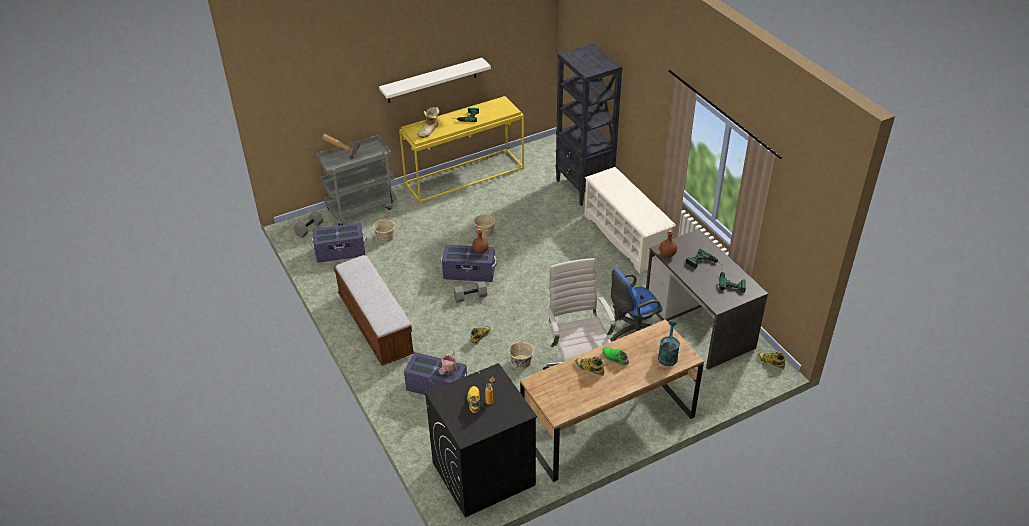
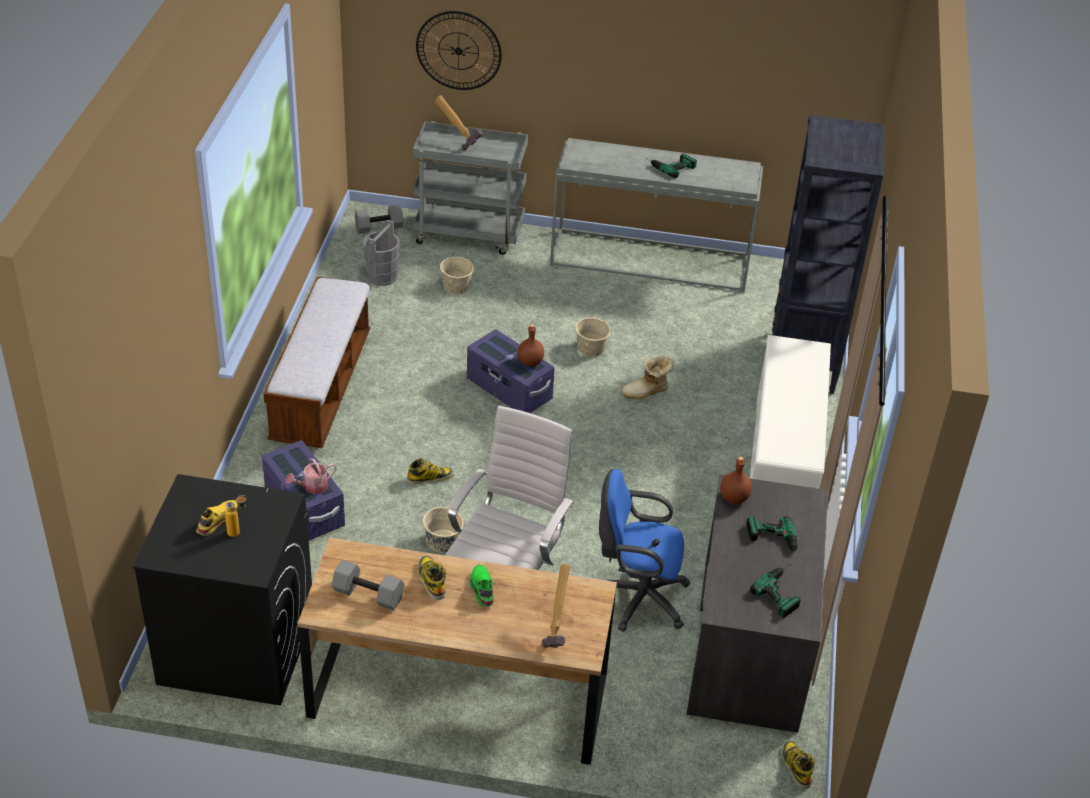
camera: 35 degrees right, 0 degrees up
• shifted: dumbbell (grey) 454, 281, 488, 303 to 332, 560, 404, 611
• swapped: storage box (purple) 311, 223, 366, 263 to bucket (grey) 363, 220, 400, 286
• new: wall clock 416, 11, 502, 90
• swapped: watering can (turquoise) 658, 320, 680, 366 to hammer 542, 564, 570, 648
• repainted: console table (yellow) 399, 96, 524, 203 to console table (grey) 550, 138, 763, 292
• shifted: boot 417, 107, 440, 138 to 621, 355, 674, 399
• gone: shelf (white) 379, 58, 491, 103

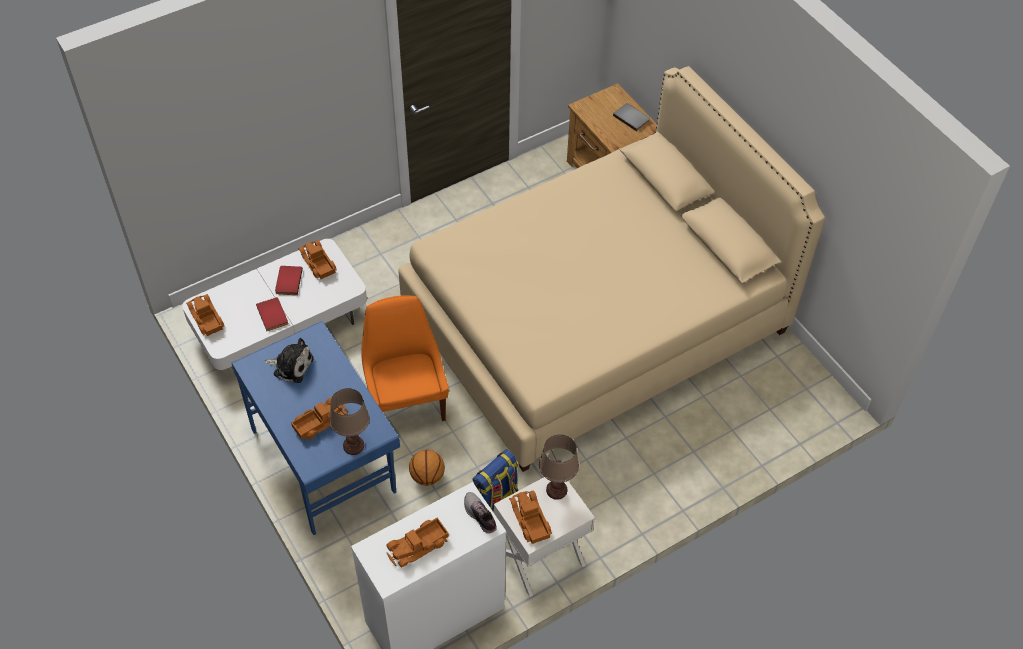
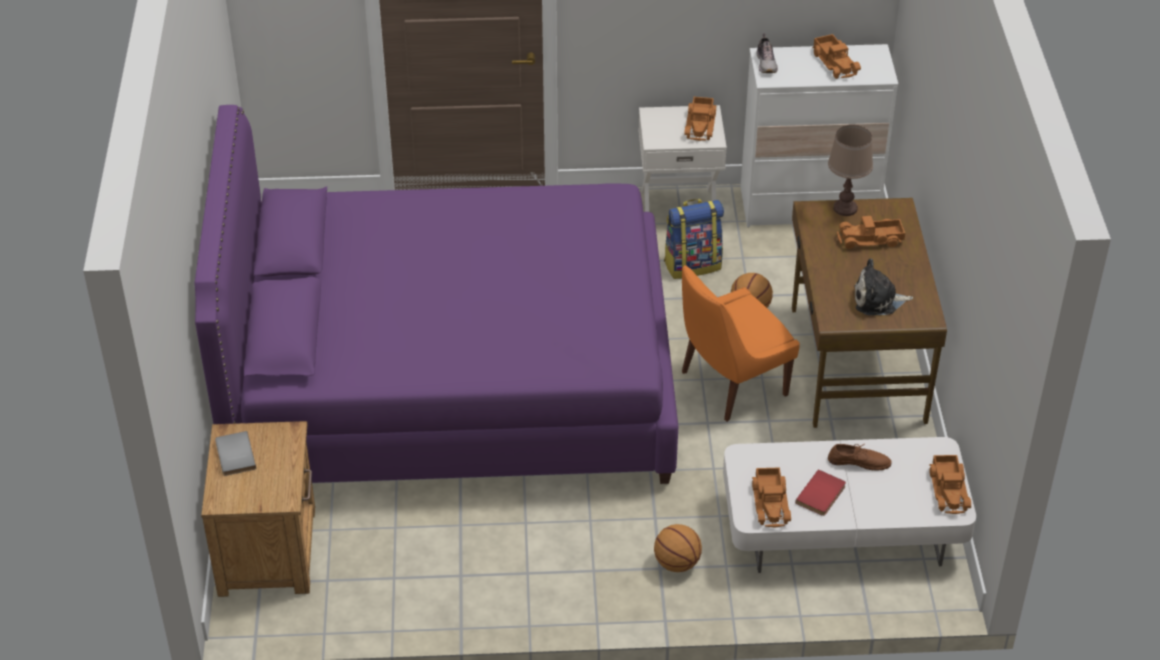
camera: 150 degrees left, 10 degrees down
• repainted: bed (beige) 398, 66, 825, 472 to bed (purple) 195, 105, 678, 484
• new: basketball 654, 524, 702, 572
• rotated: chair (orange) 362, 296, 449, 421 = 682, 265, 800, 422 45 degrees clockwise
• repainted: desk (blue) 232, 321, 400, 535 to desk (brown) 792, 198, 947, 428
• rotated: toy truck 386, 518, 449, 568 = 812, 34, 861, 79 75 degrees clockwise
• swapped: book (red) 256, 297, 288, 331 to shoe (brown) 828, 444, 892, 471
• rotated: plush toy 264, 338, 314, 383 = 854, 258, 913, 315 45 degrees counterclockwise
• gone: table lamp (brown) 539, 434, 579, 500

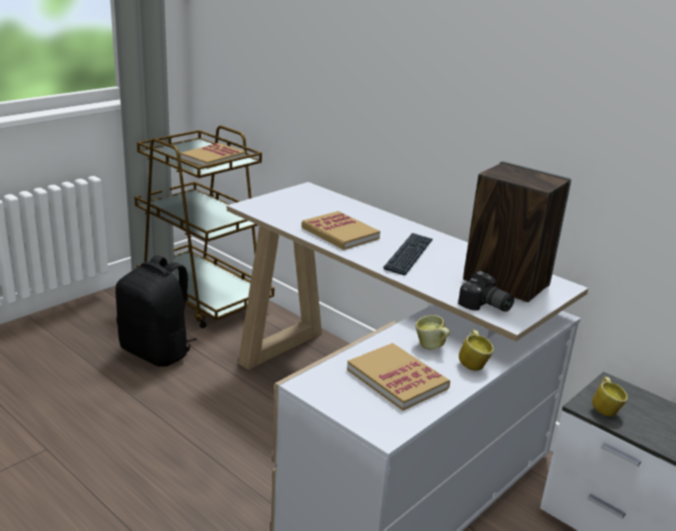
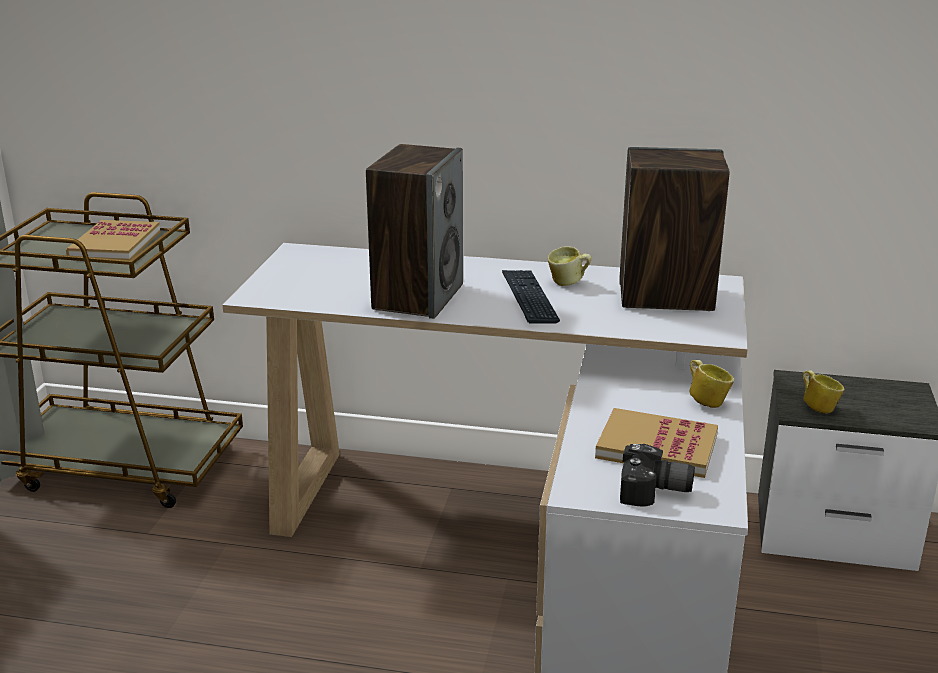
camera: 30 degrees left, 0 degrees up
• swapped: book 301, 211, 380, 250 to speaker 366, 144, 463, 319
• shifted: mug 416, 315, 450, 350 to 548, 246, 592, 286
• shifted: photo camera 458, 271, 514, 312 to 620, 444, 695, 507
• gone: backpack (black) 115, 255, 197, 367

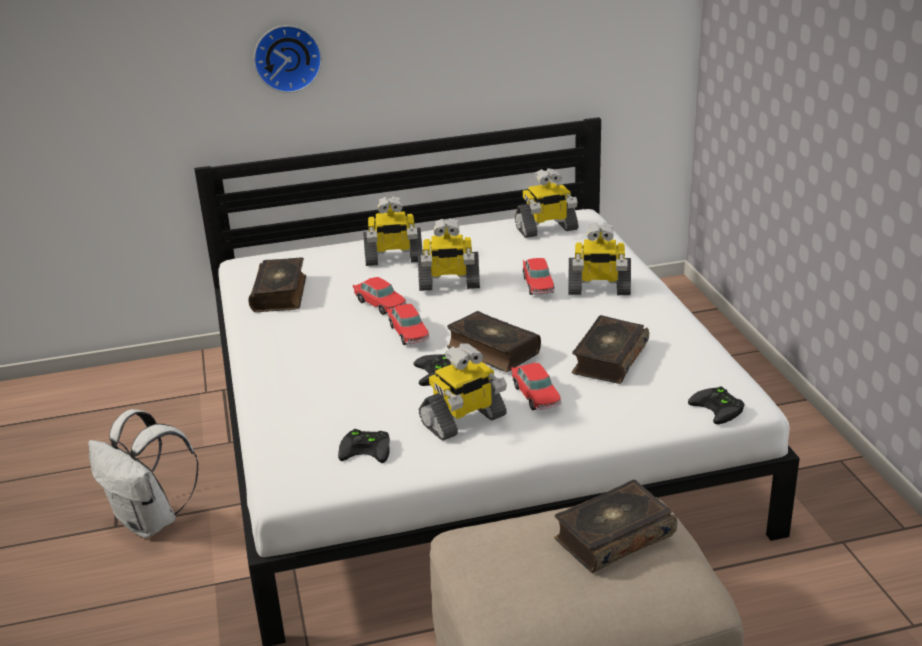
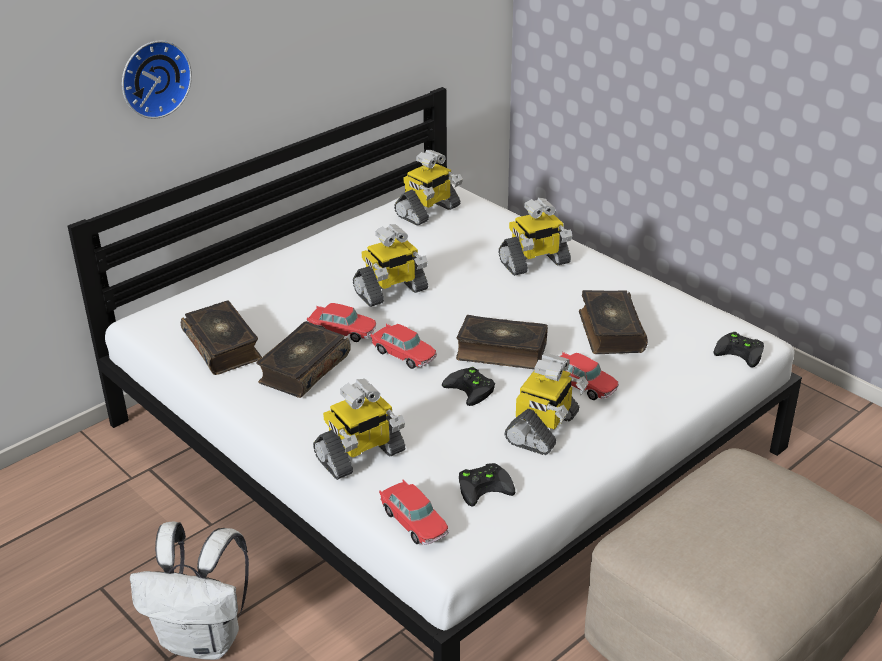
camera: 30 degrees left, 5 degrees up
• shifted: book 554, 480, 677, 573 to 256, 321, 351, 398
• shifted: toy robot 363, 196, 423, 266 to 313, 379, 406, 480
• shifted: toy car 523, 258, 554, 295 to 379, 480, 449, 545

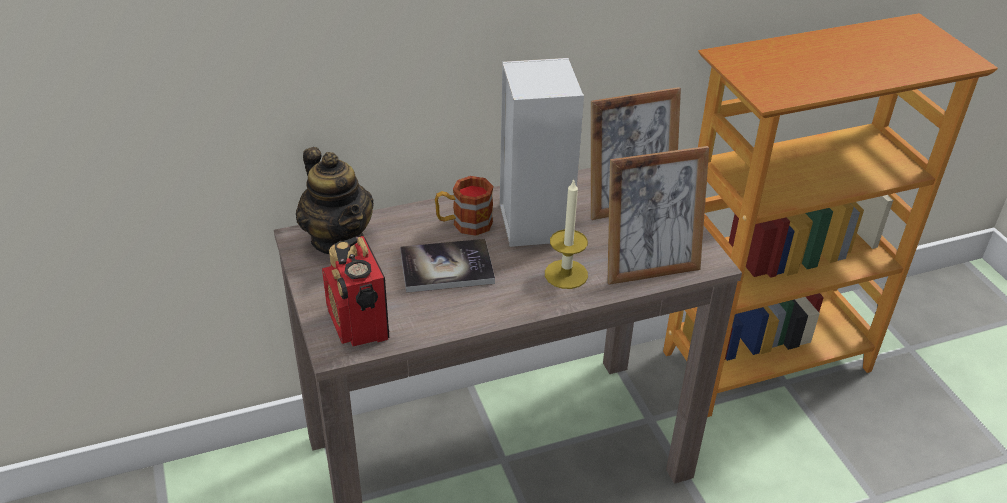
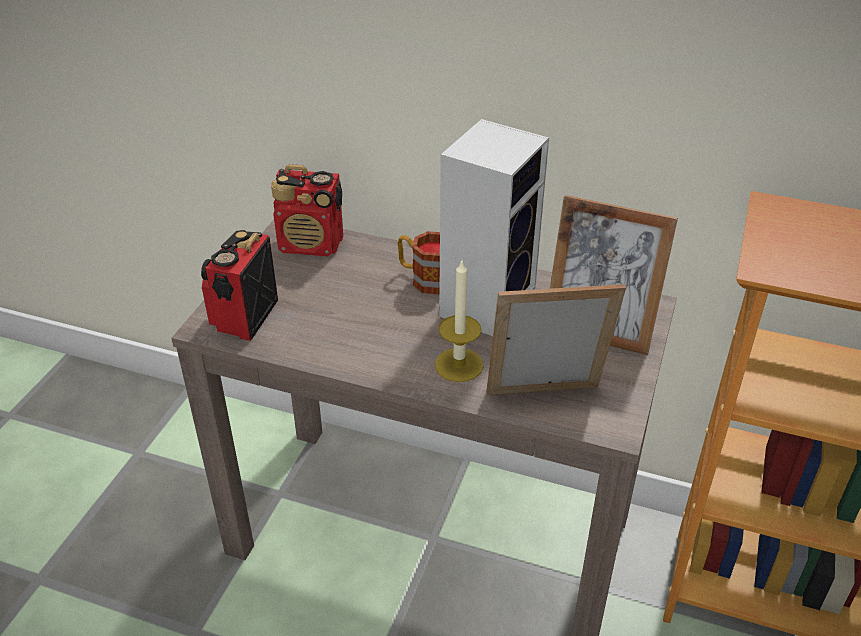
camera: 40 degrees right, 0 degrees up
• swapped: teapot 296, 147, 374, 254 to radio 271, 164, 343, 256
• rotated: picture frame 607, 146, 709, 285 = 486, 284, 626, 395 150 degrees clockwise
• gone: book 400, 239, 495, 293

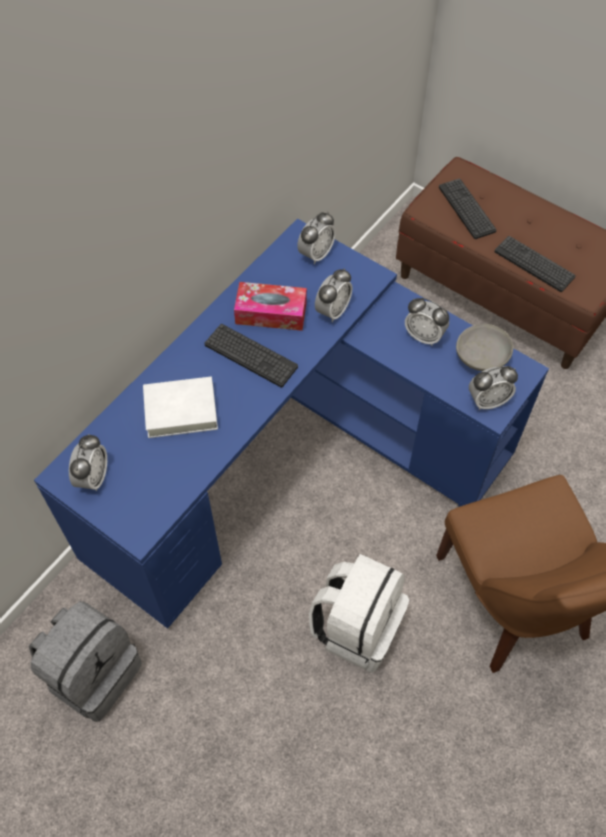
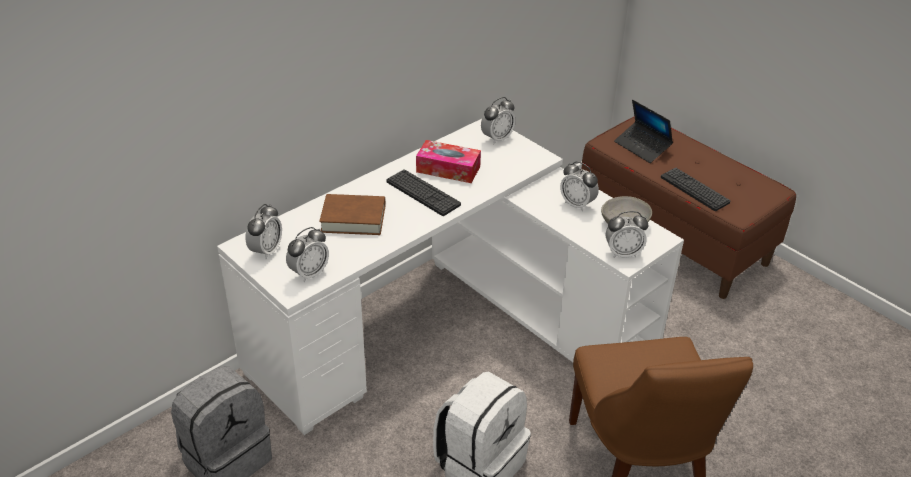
camera: 10 degrees right, 20 degrees down
• repainted: desk (blue) 34, 218, 549, 629 to desk (white) 217, 119, 684, 435
• shifted: alarm clock 315, 268, 352, 322 to 286, 227, 329, 282
• repainted: book (white) 143, 377, 218, 438 to book (brown) 319, 194, 385, 235
• swapped: keyboard 439, 178, 497, 239 to laptop 614, 100, 673, 163

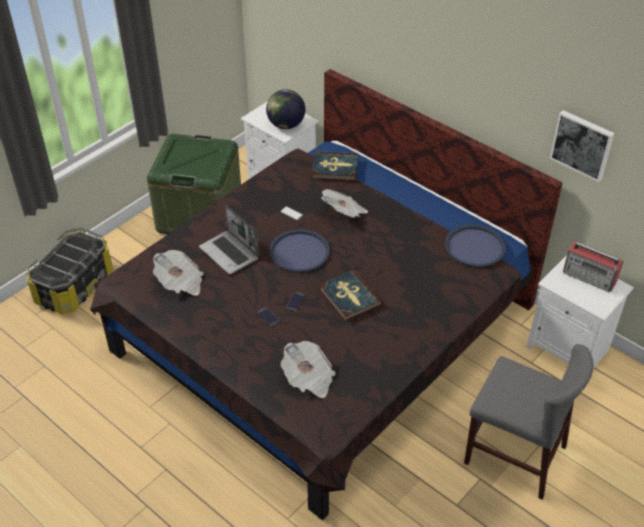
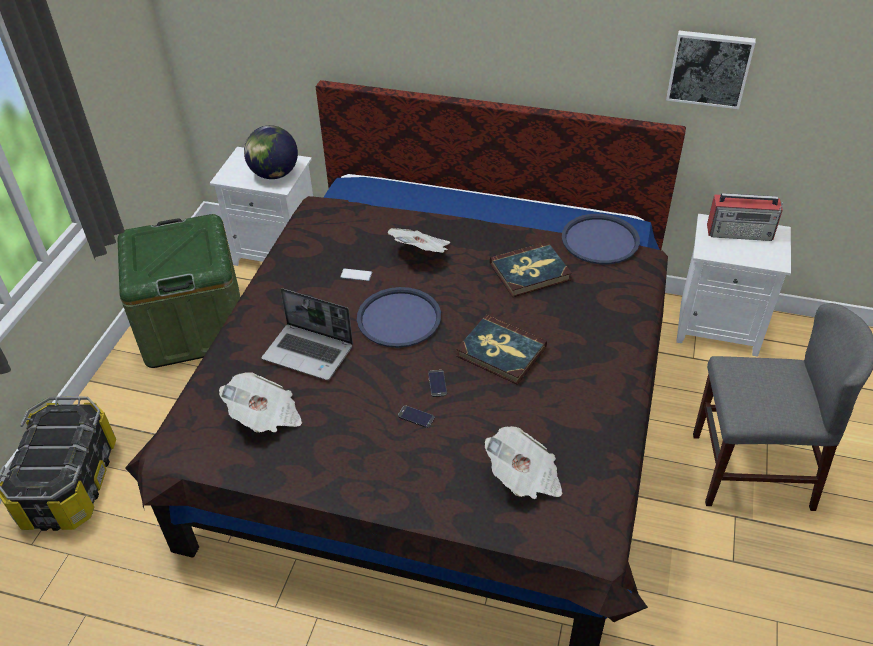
camera: 25 degrees left, 0 degrees up
• shifted: book 312, 151, 358, 181 to 490, 242, 572, 297

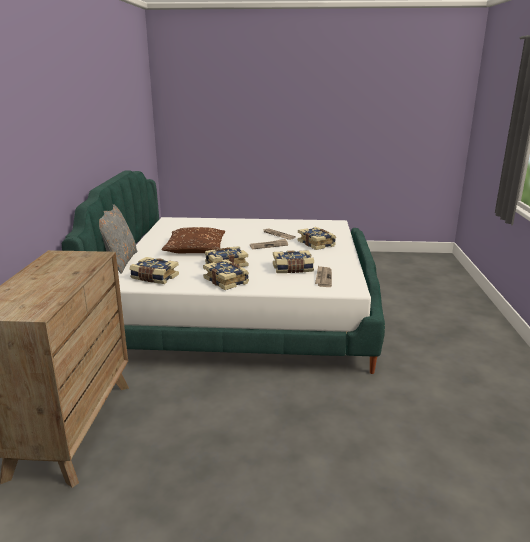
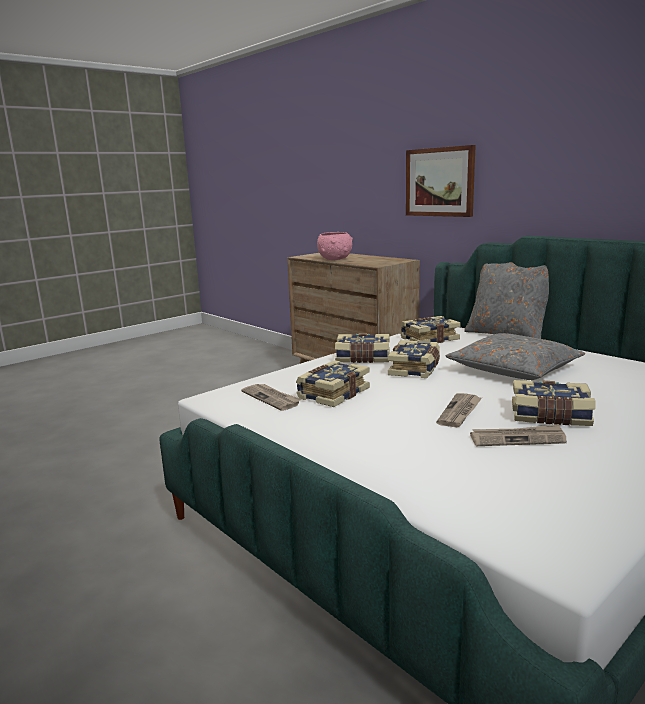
camera: 135 degrees right, 5 degrees down
• new: bowl (pink) 317, 232, 353, 260
• new: picture 406, 145, 476, 217
• repainted: pillow (brown) 161, 227, 225, 253 to pillow (grey) 446, 333, 585, 380
• shifted: book 298, 227, 336, 250 to 512, 380, 595, 426

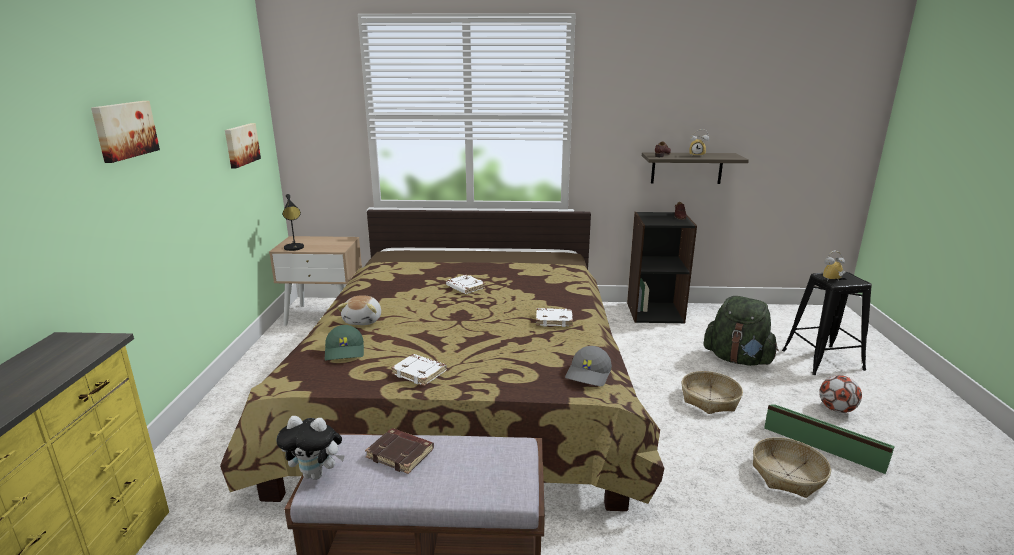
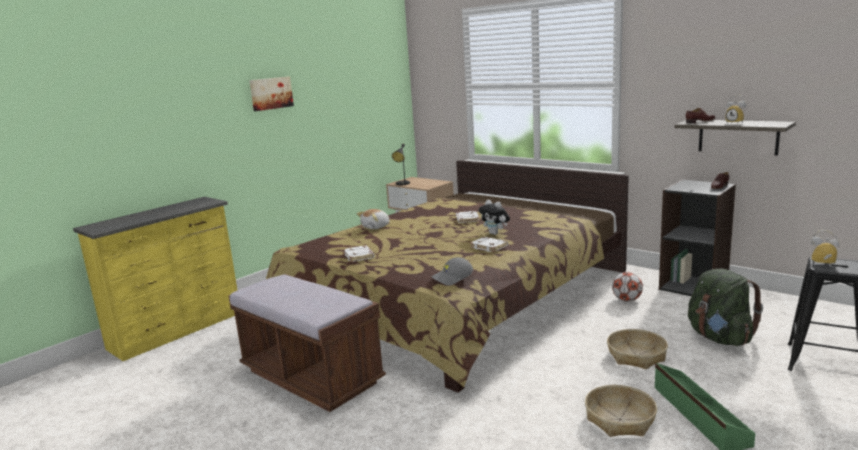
camera: 40 degrees right, 5 degrees down
• shifted: plush toy 276, 416, 345, 480 to 479, 200, 510, 235
• shifted: football 819, 375, 862, 413 to 612, 272, 643, 302
• gone: picture 225, 123, 261, 168
• gone: cap (green) 325, 325, 364, 361
• gone: book (brown) 365, 428, 434, 474

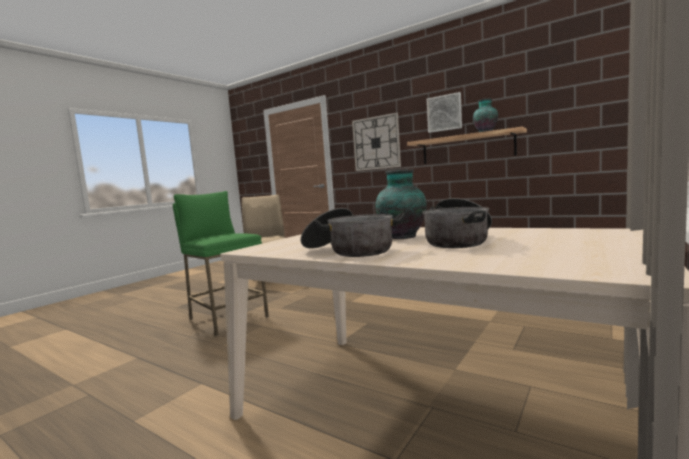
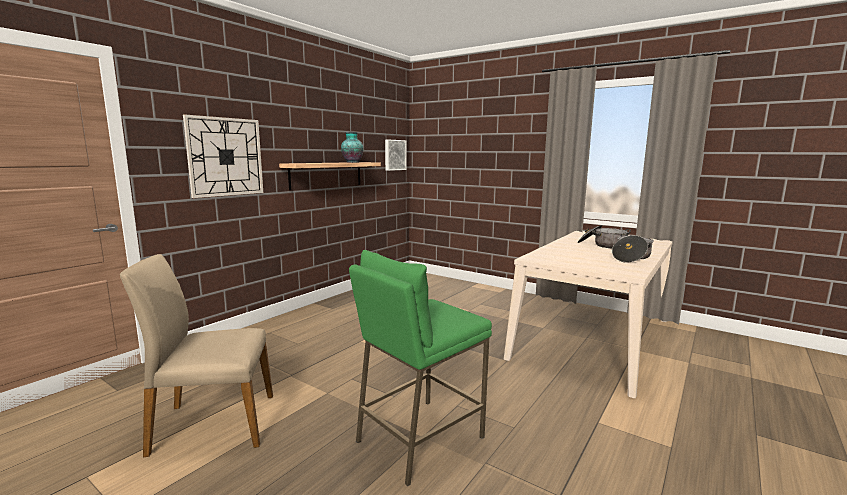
camera: 90 degrees left, 5 degrees up
• shifted: picture 427, 92, 462, 133 to 385, 139, 407, 171
• gone: vase 376, 169, 427, 239

